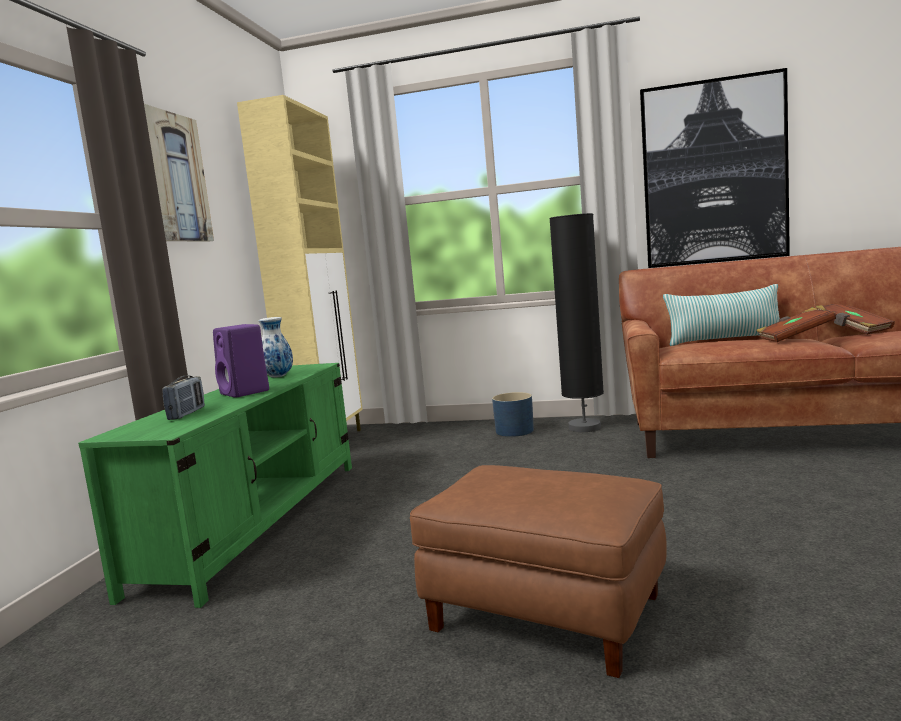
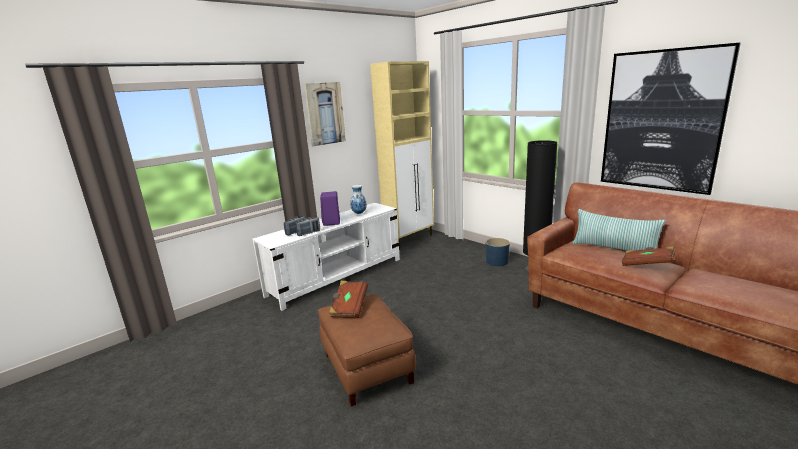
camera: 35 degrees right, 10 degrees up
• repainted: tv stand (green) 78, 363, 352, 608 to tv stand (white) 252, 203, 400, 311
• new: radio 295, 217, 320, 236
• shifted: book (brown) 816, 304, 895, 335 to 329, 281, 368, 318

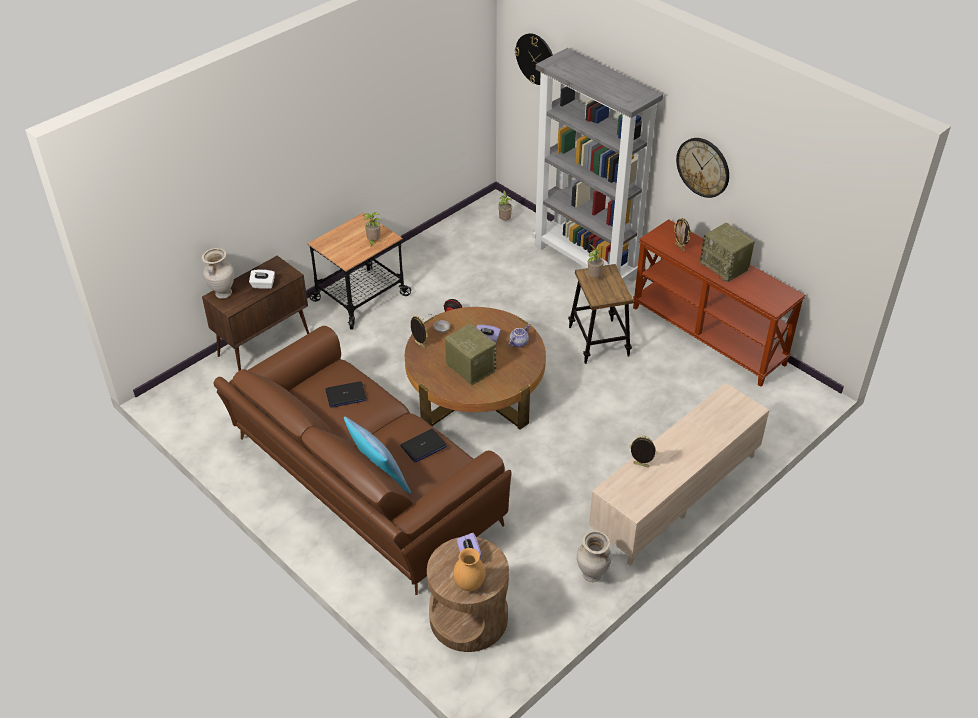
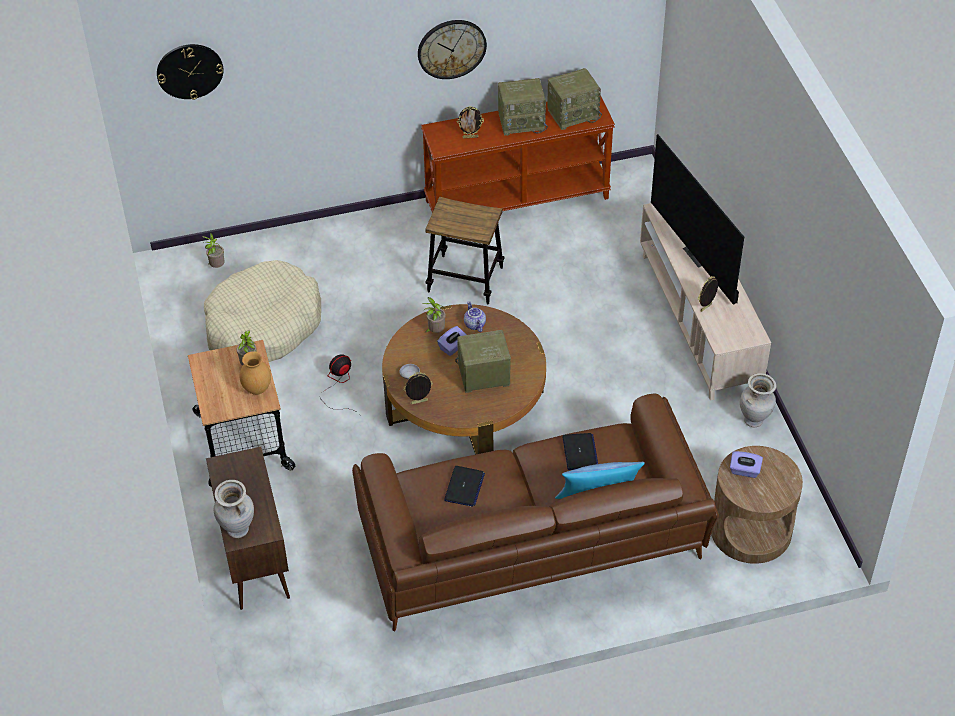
camera: 60 degrees left, 5 degrees up
• new: dog bed (beige) 204, 260, 321, 362
• shifted: vase (brown) 453, 548, 486, 591 to 240, 351, 271, 395
• shifted: potted plant 588, 244, 604, 278 to 422, 297, 446, 333
• new: radio 547, 68, 602, 130
• new: television 651, 134, 744, 305
• gone: tissue box (white) 249, 269, 275, 289
• gone: bookcase (grey) 533, 48, 663, 282

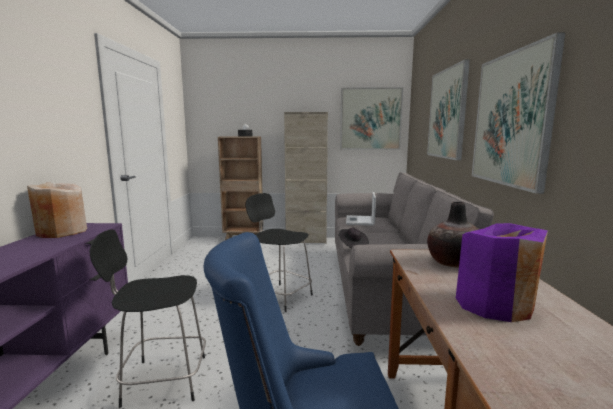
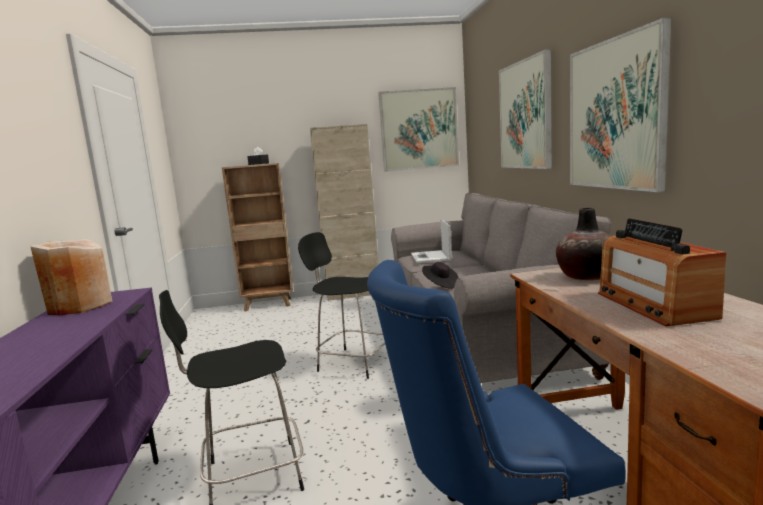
camera: 10 degrees left, 0 degrees up
• swapped: vase (purple) 456, 223, 548, 322 to radio 598, 218, 727, 326

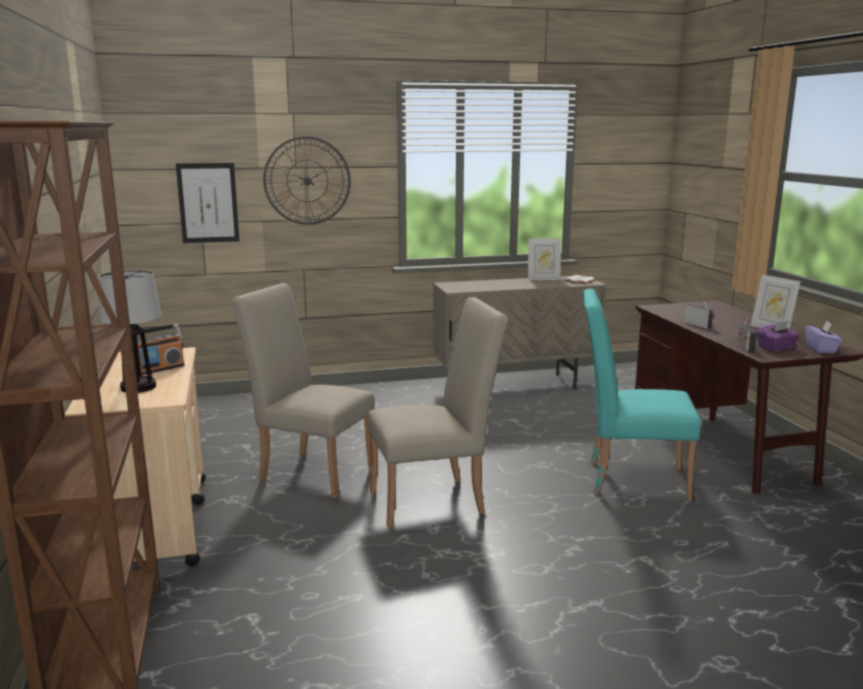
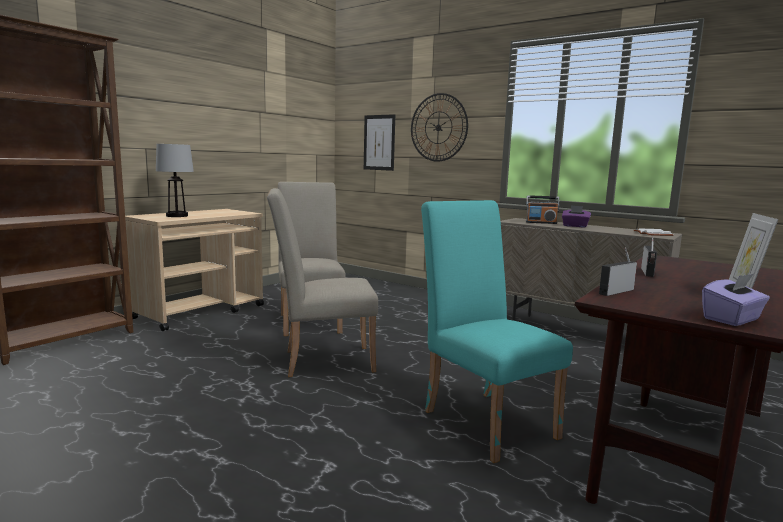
camera: 50 degrees right, 5 degrees down
• rotated: chair (beige) 368, 297, 509, 528 = 267, 188, 378, 377 135 degrees clockwise
• shifted: radio 138, 324, 185, 375 to 526, 195, 560, 224
• shifted: tissue box (purple) 757, 321, 799, 352 to 562, 205, 591, 227
• gone: picture frame 528, 238, 561, 280

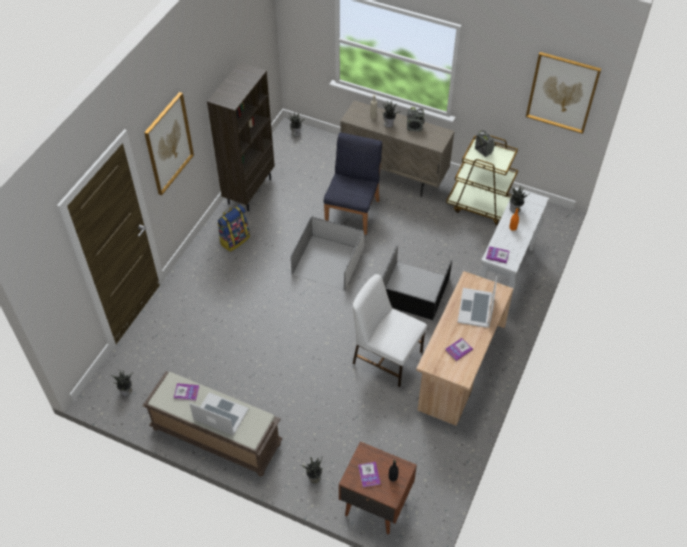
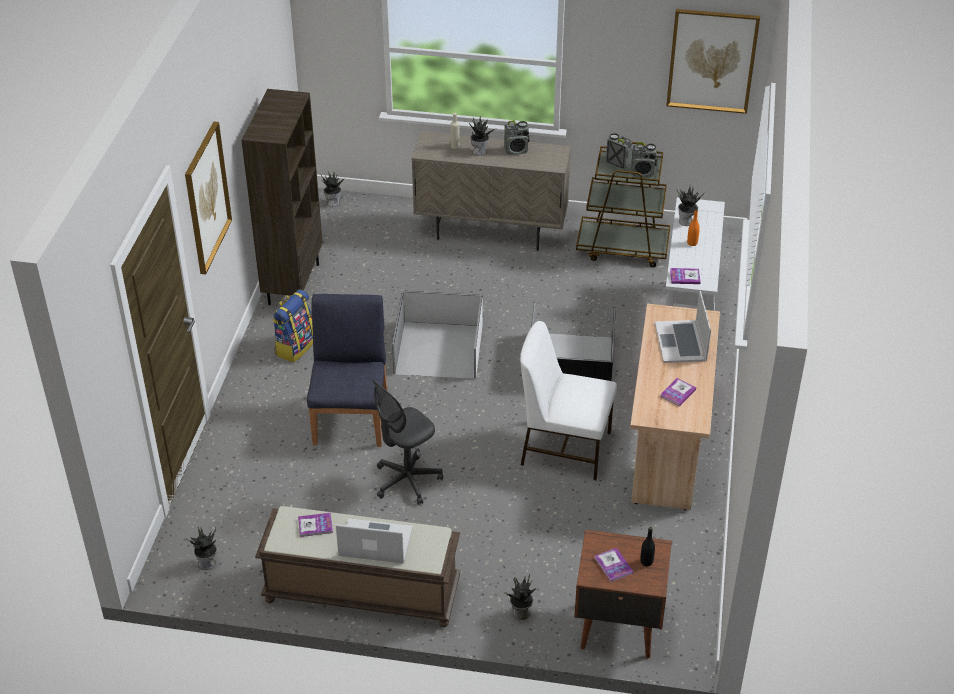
camera: 15 degrees left, 10 degrees down
• shifted: chair (blue) 324, 132, 382, 235 to 307, 294, 387, 447
• new: office chair (grey) 372, 379, 443, 505
• new: radio 631, 142, 657, 177

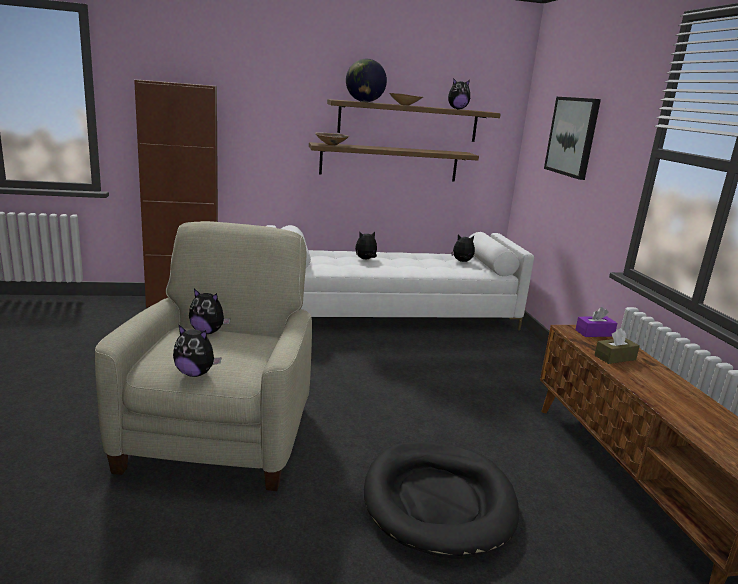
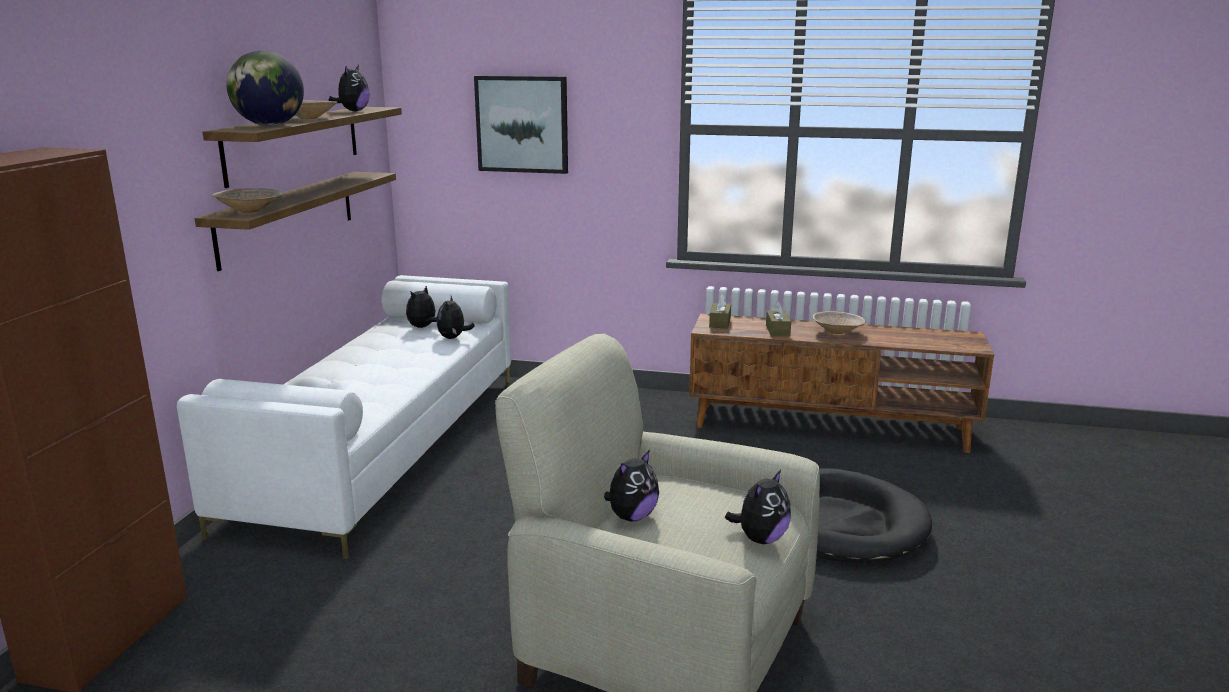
camera: 65 degrees left, 0 degrees up
• shifted: plush toy 355, 231, 377, 259 to 437, 296, 475, 339
• repainted: tissue box (purple) 575, 307, 618, 337 to tissue box (brown) 709, 294, 731, 329
• new: bowl (beige) 813, 311, 866, 334

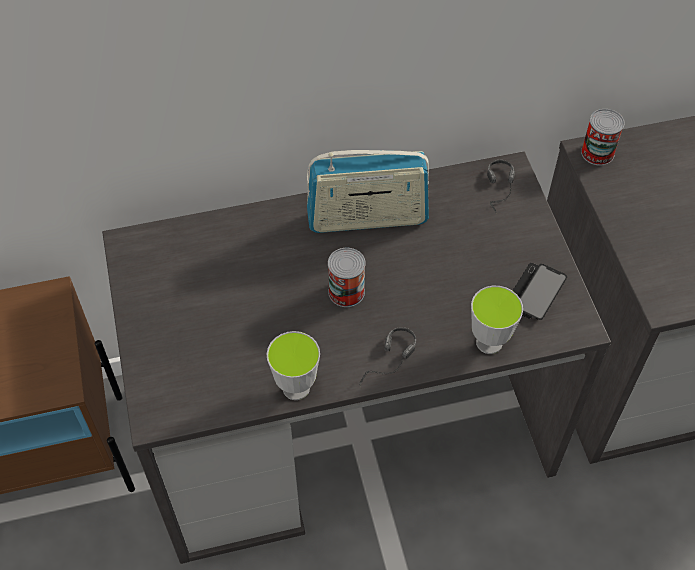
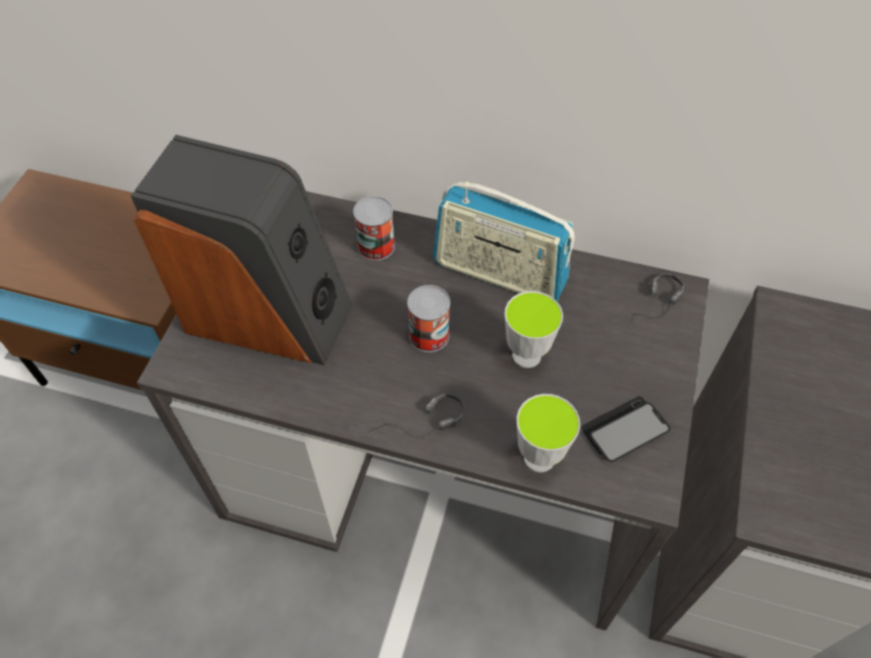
camera: 30 degrees right, 0 degrees up
• new: speaker 131, 135, 353, 365
• shifted: can 581, 109, 625, 165 to 353, 196, 395, 261
• shifted: cup 267, 331, 320, 400 to 504, 291, 563, 368

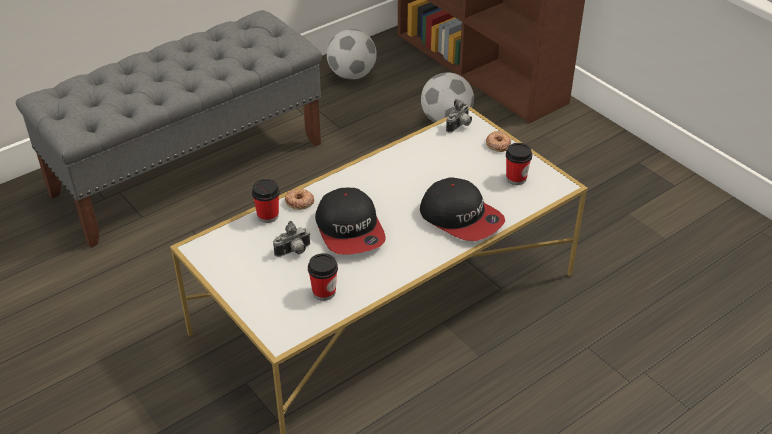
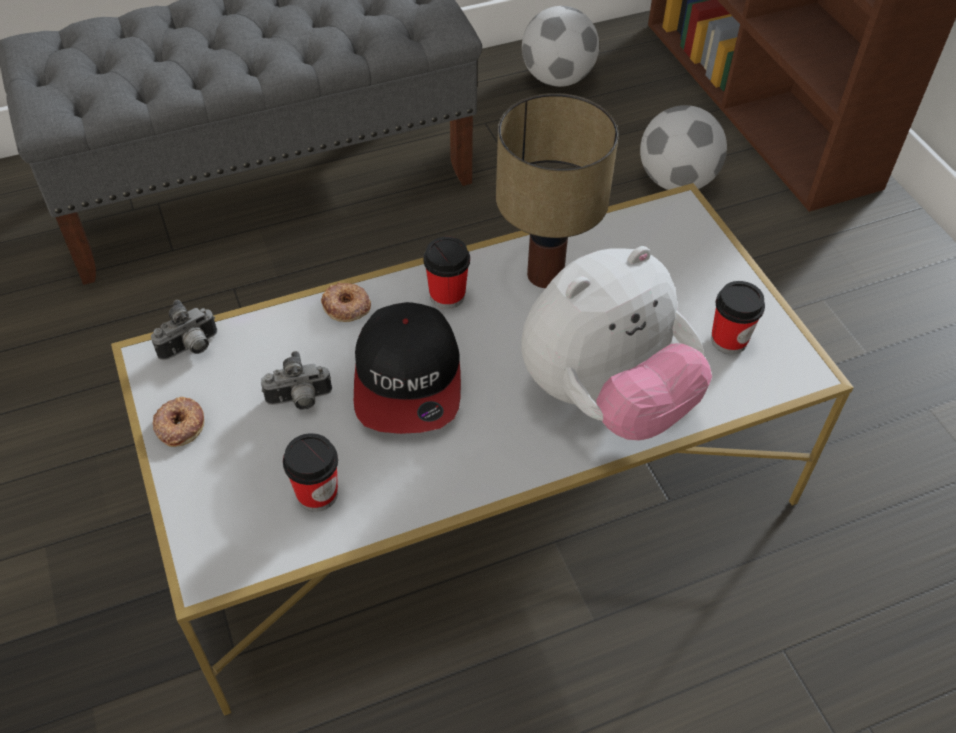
camera: 15 degrees right, 10 degrees up
• shifted: photo camera 446, 99, 472, 133 to 151, 300, 217, 360
• shifted: donut 486, 131, 511, 152 to 153, 397, 204, 447
• shifted: cup 252, 179, 280, 223 to 424, 237, 470, 309
• new: table lamp 496, 93, 619, 288
• swapped: cap 420, 177, 505, 241 to plush toy 521, 246, 712, 440

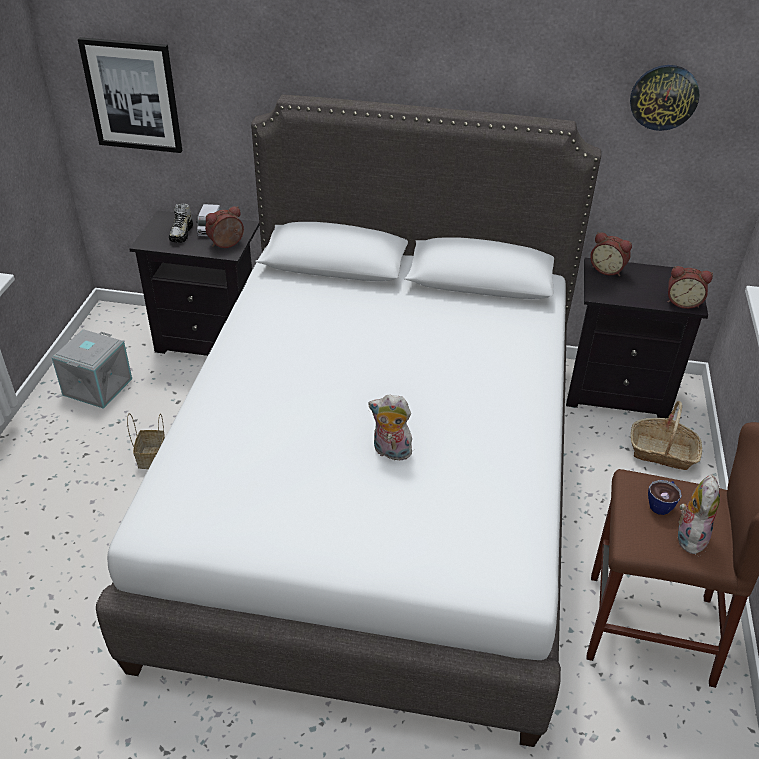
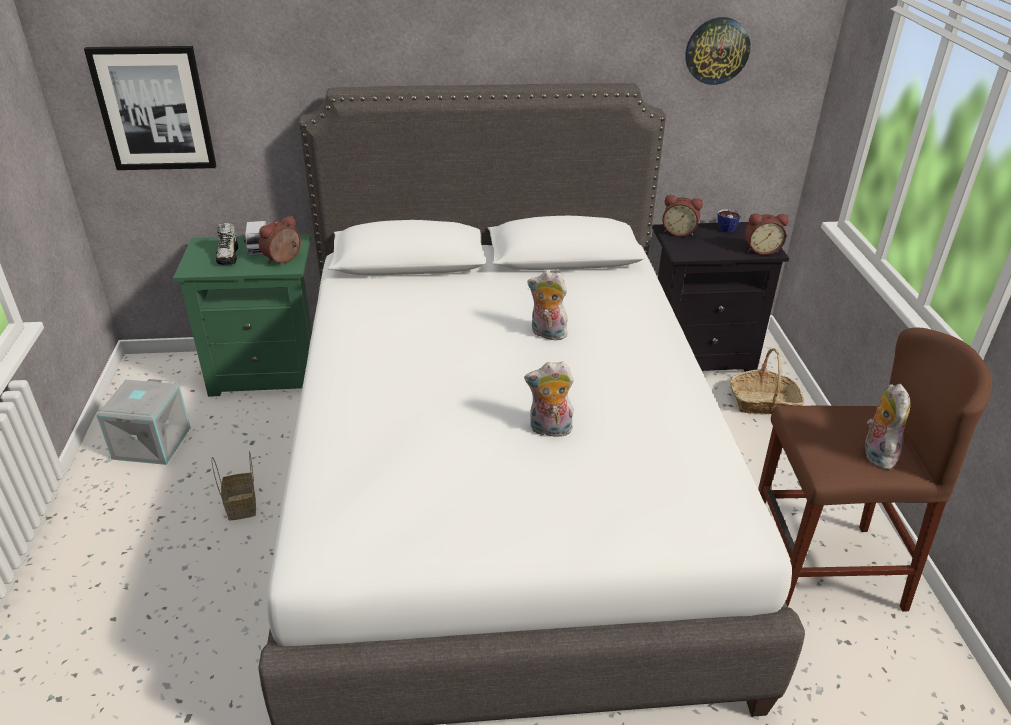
camera: 15 degrees left, 5 degrees down
• repainted: nightstand (black) 129, 211, 259, 356 to nightstand (green) 173, 234, 312, 397
• new: plush toy 528, 271, 568, 340
• shifted: cup 648, 480, 682, 515 to 717, 209, 741, 233

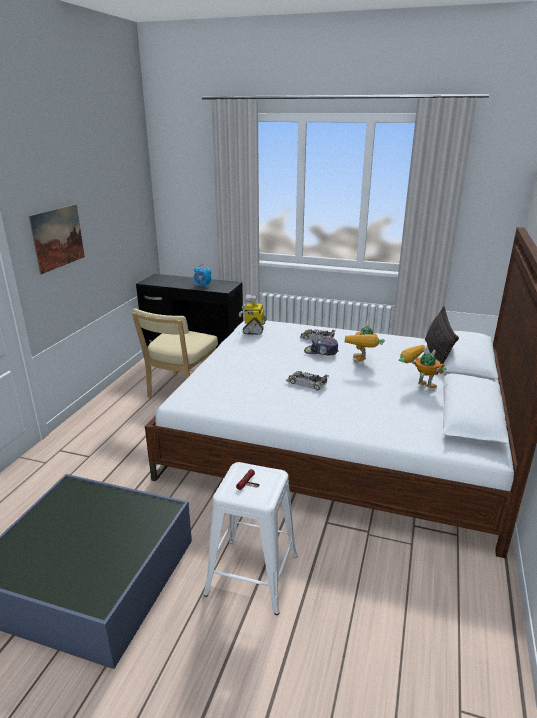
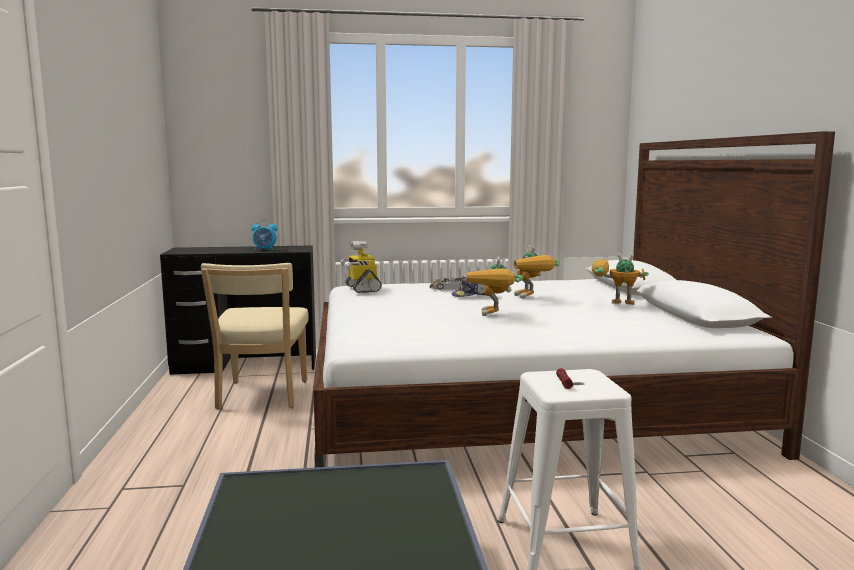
camera: 25 degrees left, 15 degrees down
• swapped: toy car 286, 371, 329, 390 to toy robot 467, 256, 523, 316
• gone: picture 29, 204, 85, 274
• gone: pillow 425, 306, 459, 375

